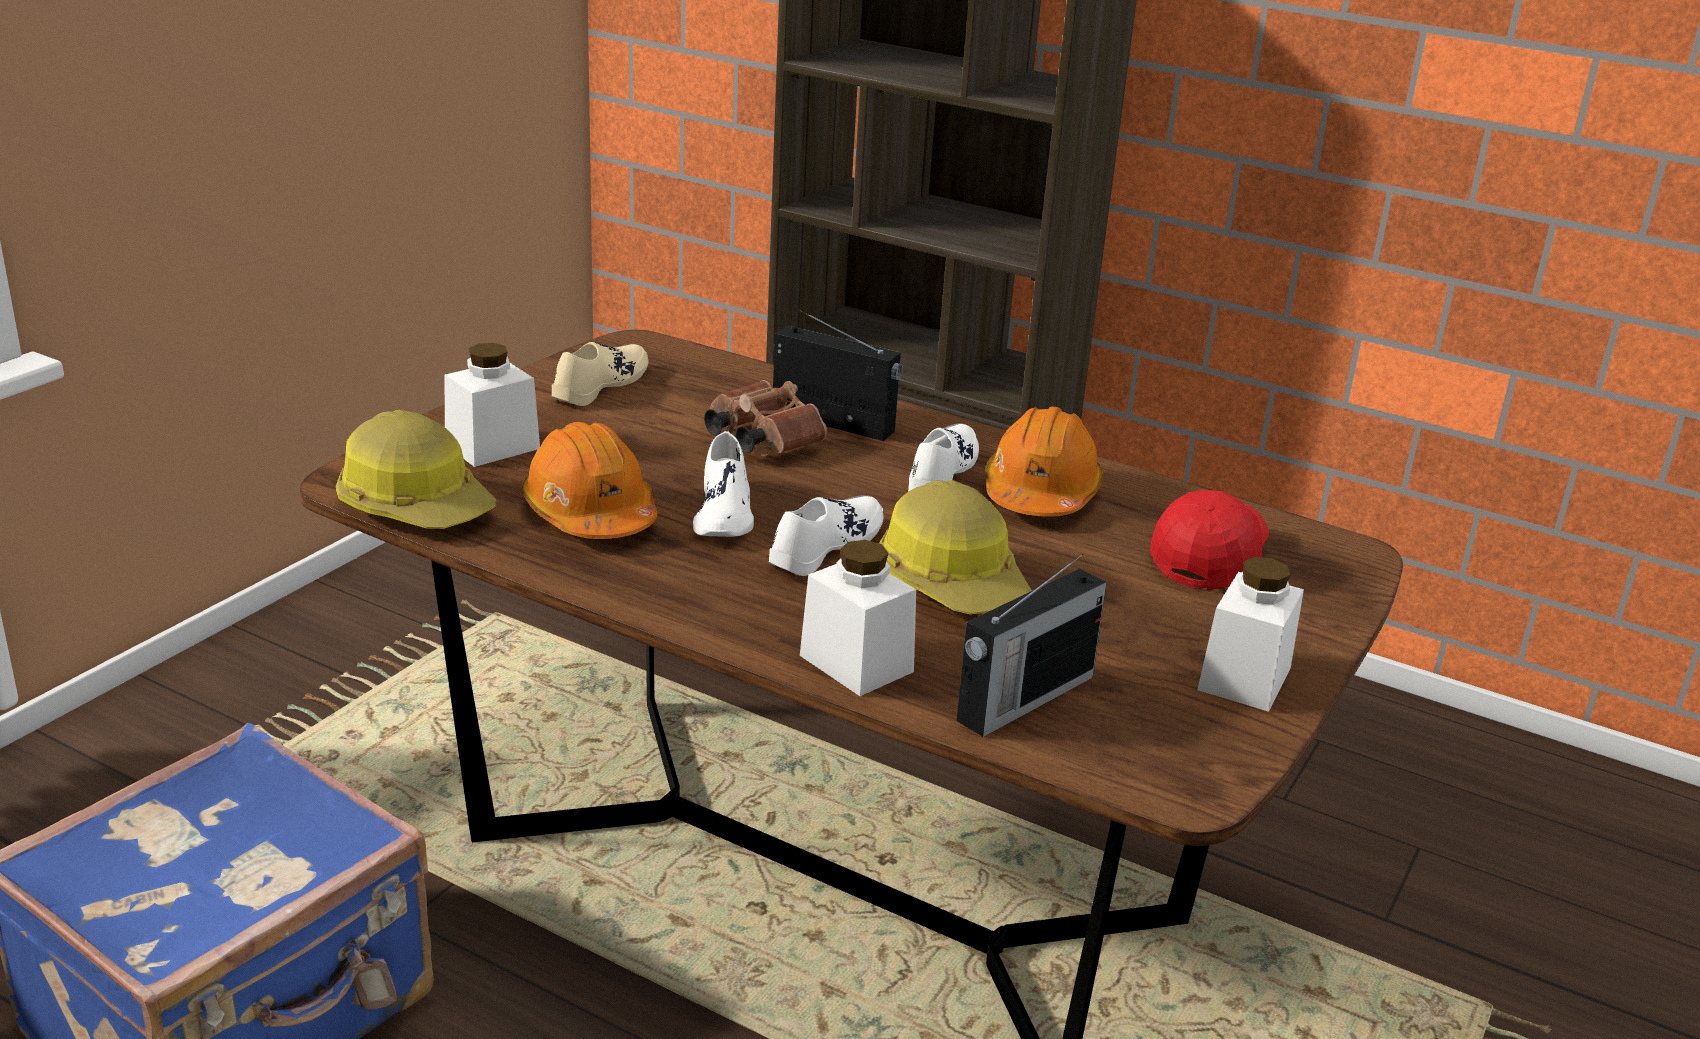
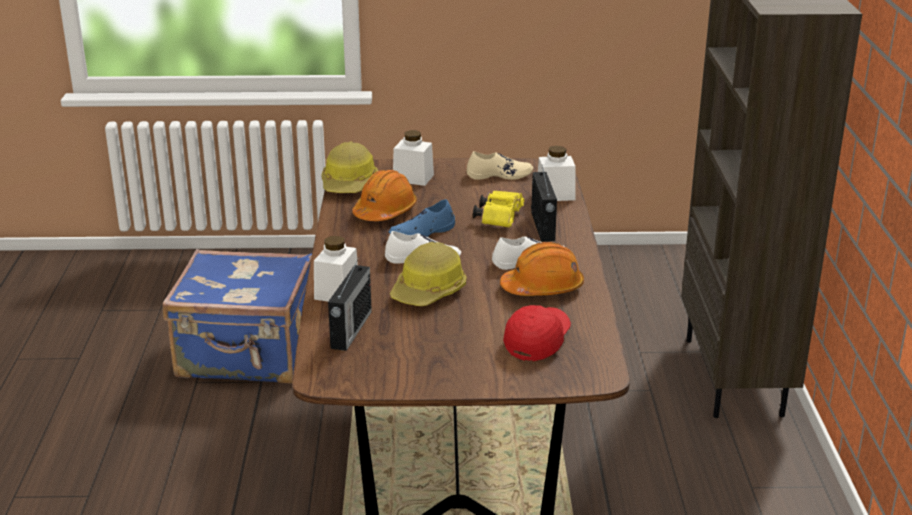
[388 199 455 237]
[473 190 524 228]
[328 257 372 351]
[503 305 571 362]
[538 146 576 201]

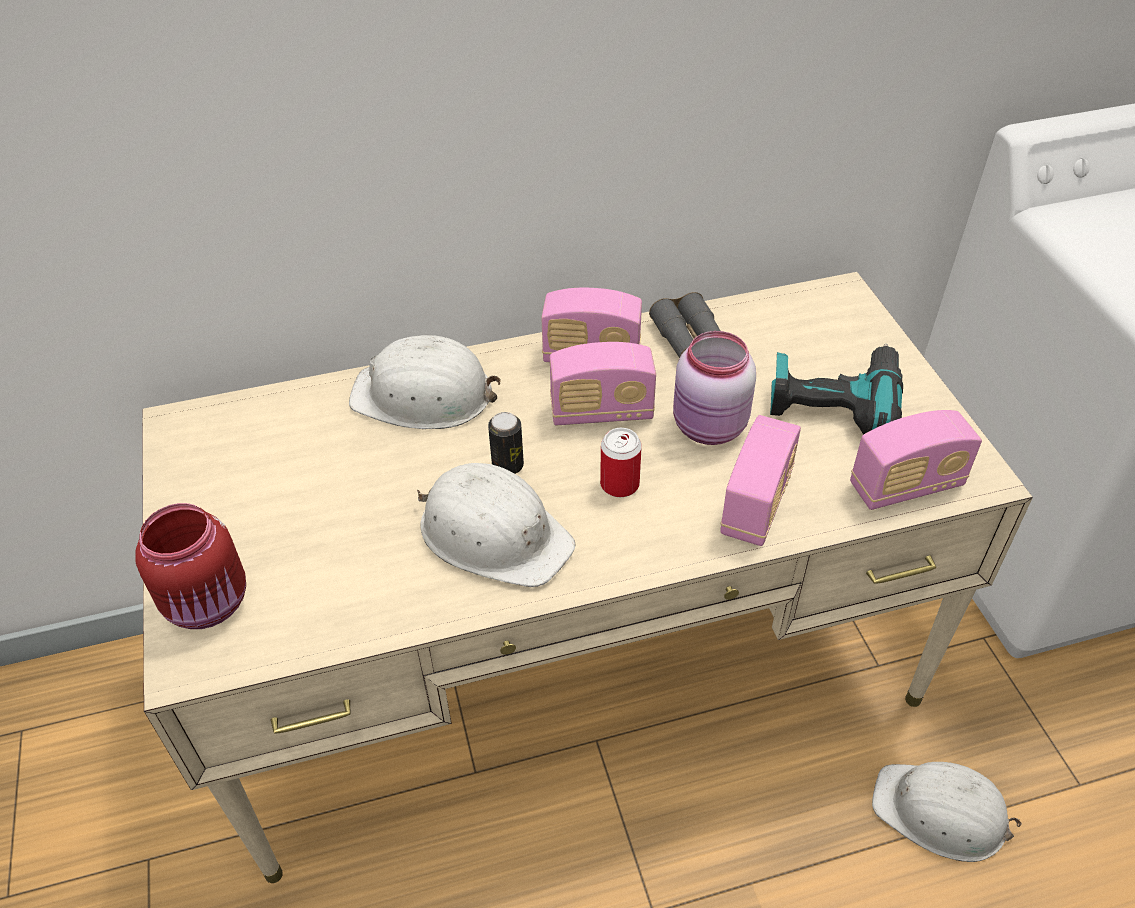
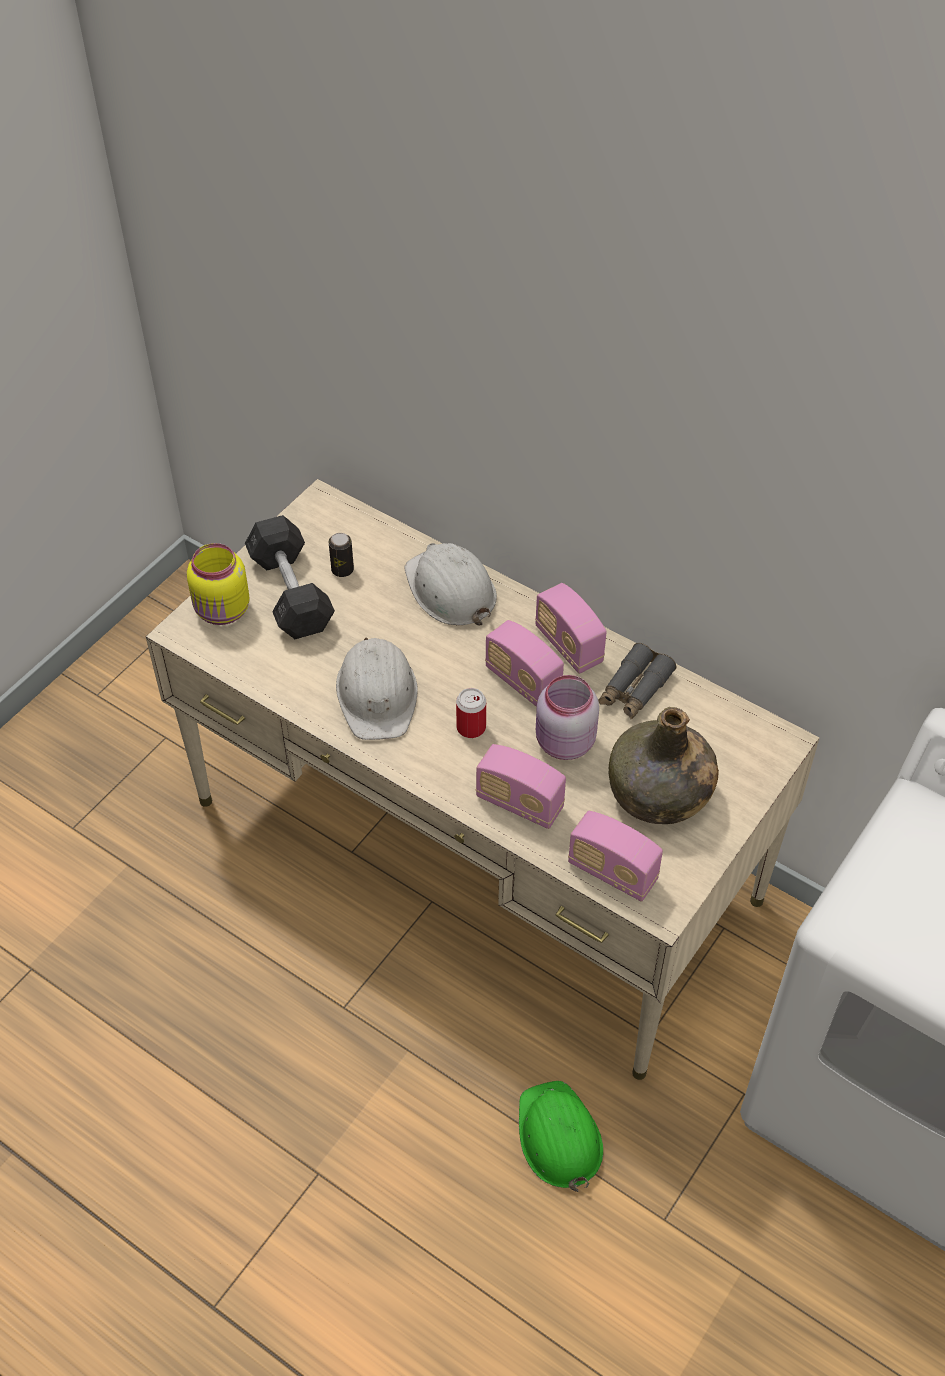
[187 543 250 625]
[329 533 354 577]
[476 744 566 829]
[609 707 719 824]
[519 1081 603 1192]
[245 515 335 639]

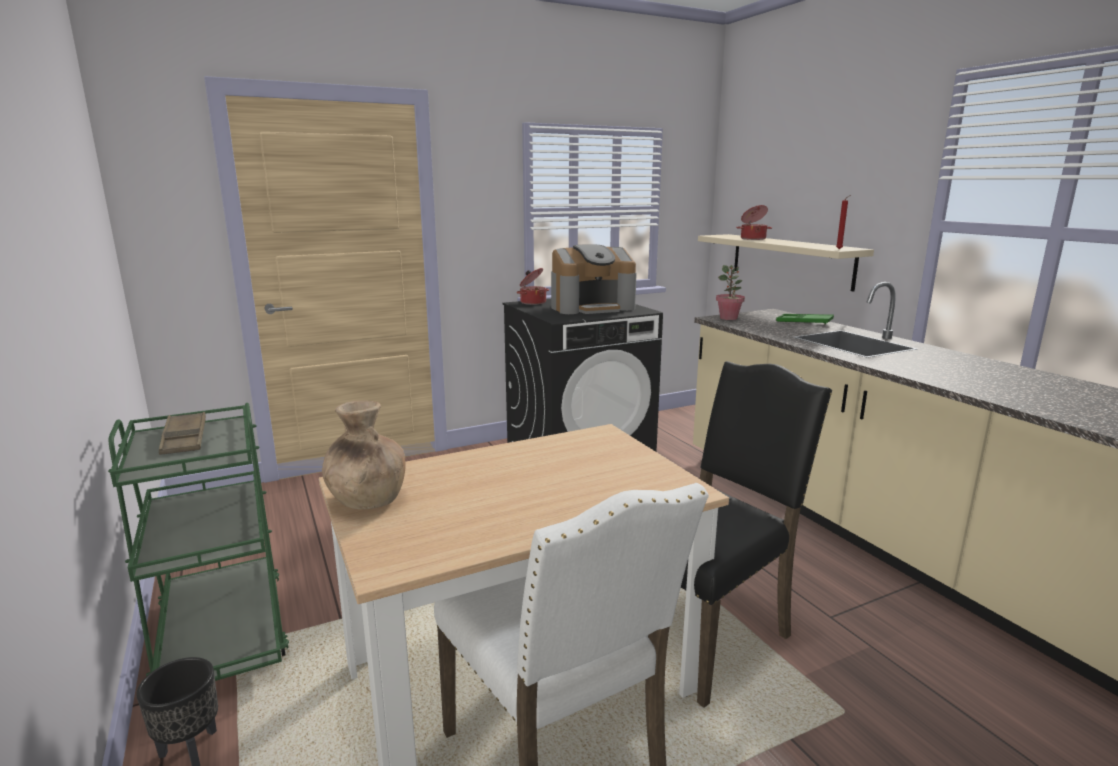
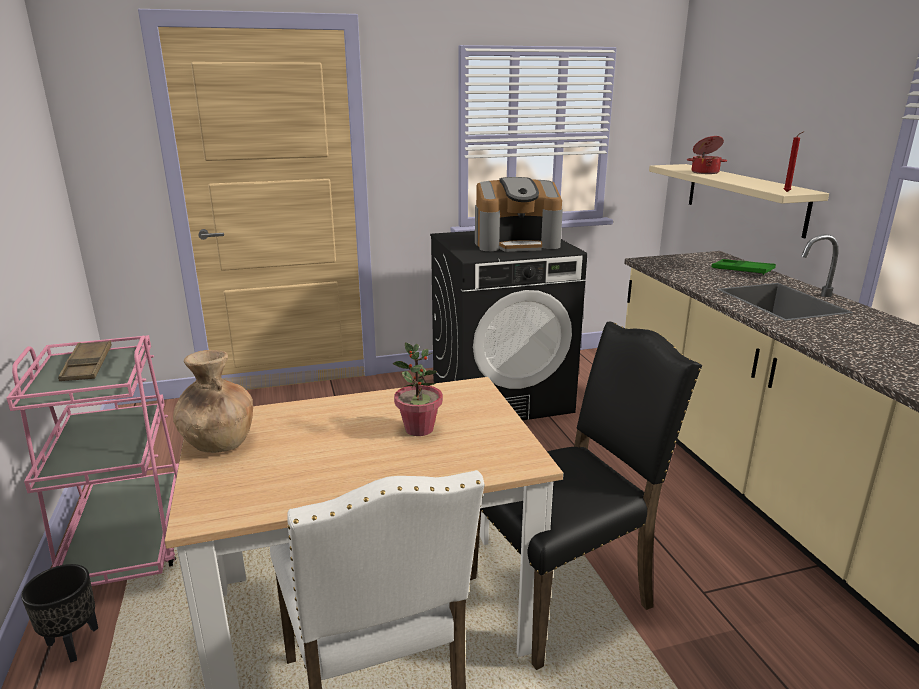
[7 335 179 586]
[517 268 549 305] (first image)
[393 342 443 436]

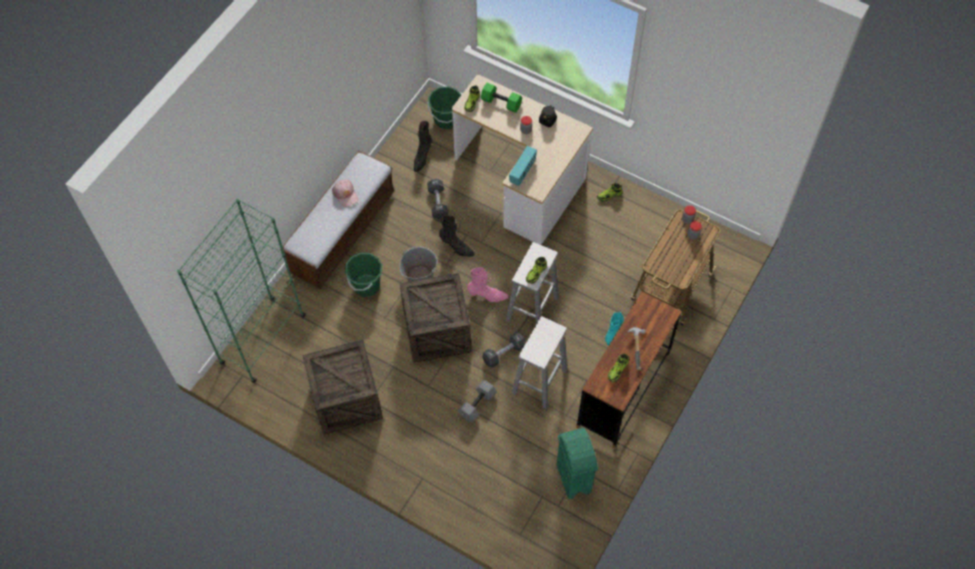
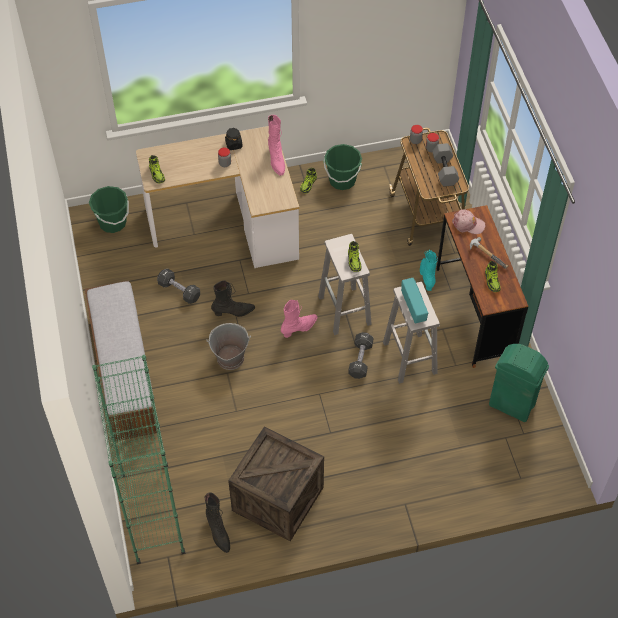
[452 209 485 234]
[323 144 362 190]
[400 273 471 363] (first image)
[205 492 230 553]
[432 143 459 187]
[481 83 522 113] (first image)
[401 278 428 323]
[268 115 285 176]

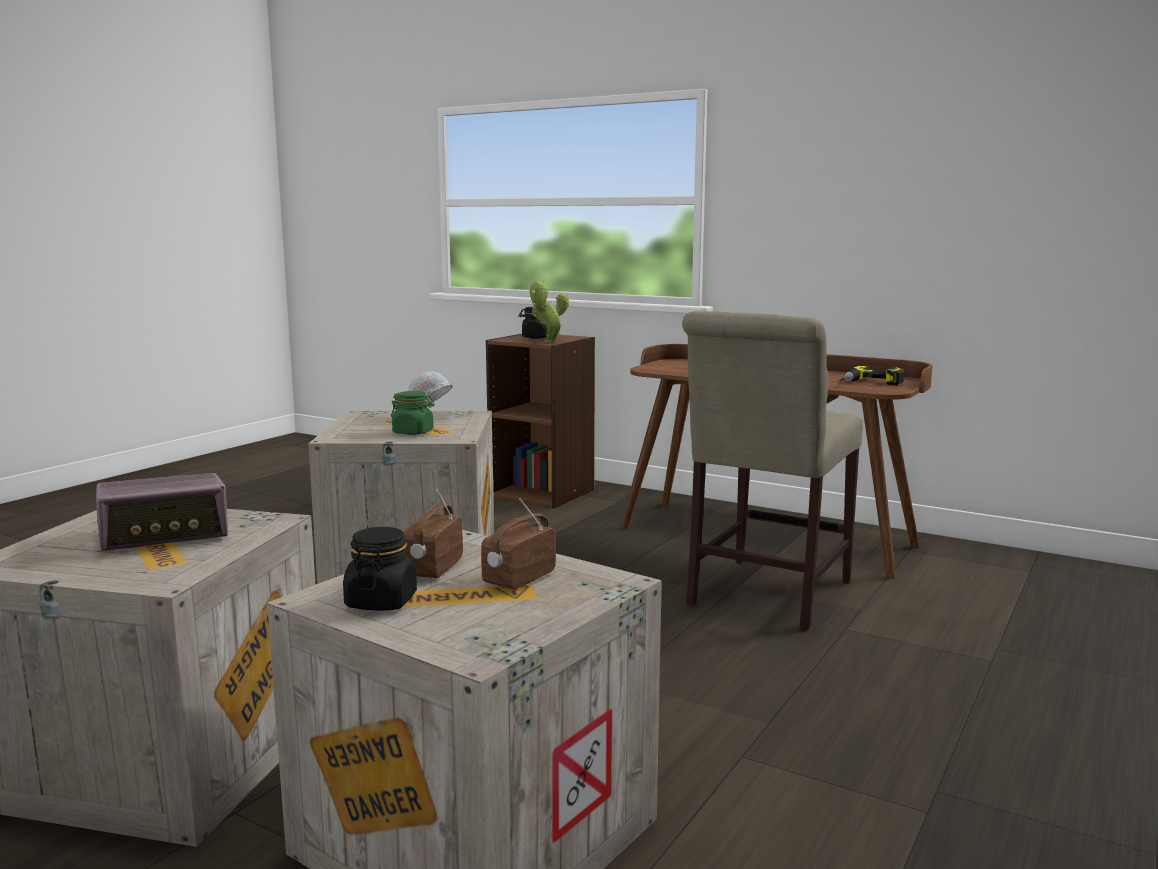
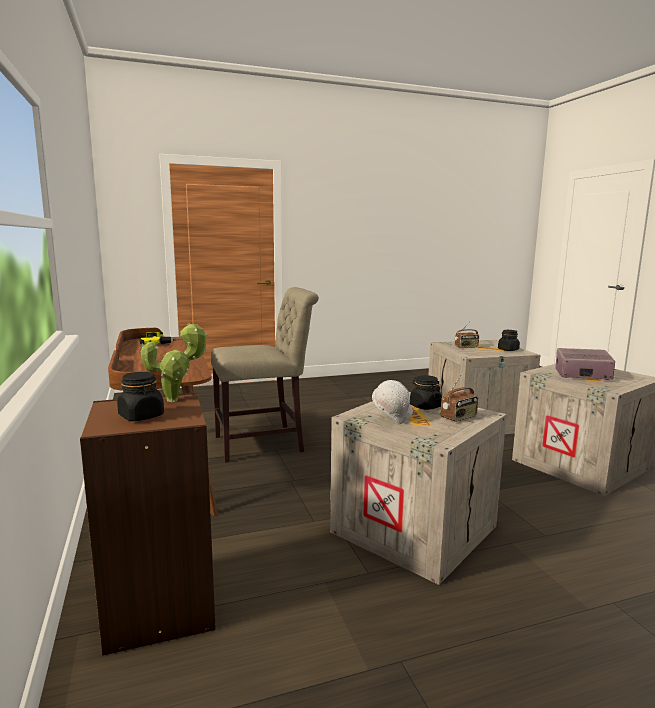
[410 375 442 410]
[441 375 478 422]

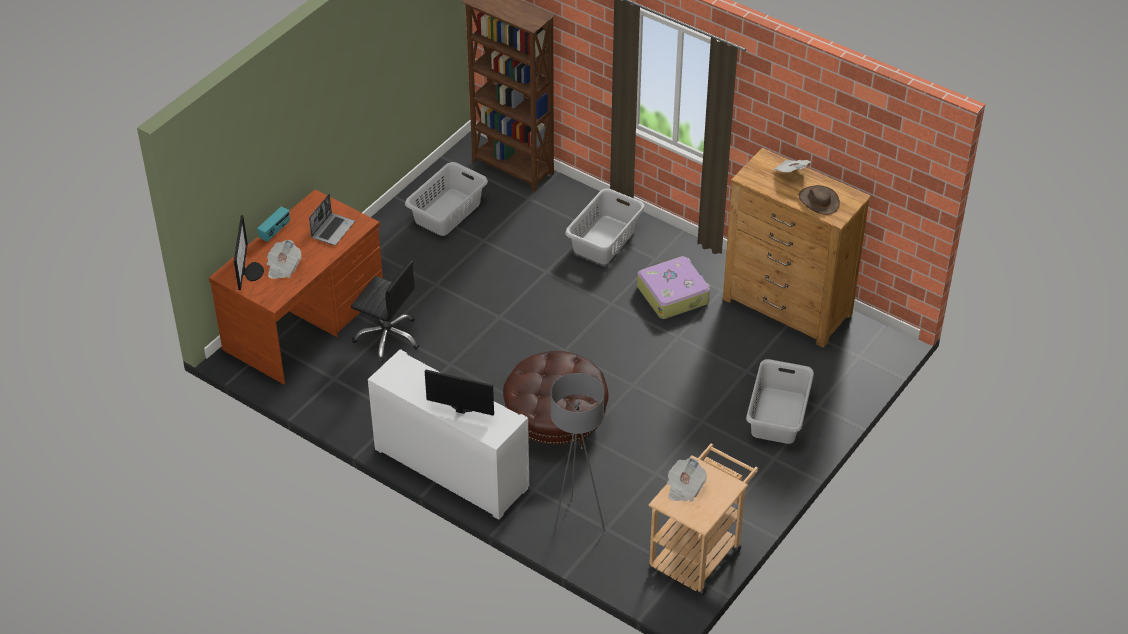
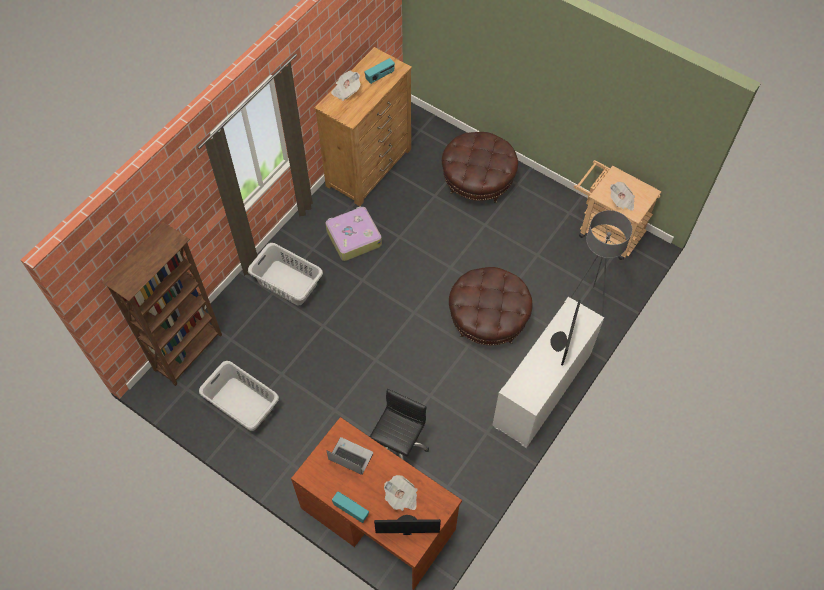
[442 132 518 203]
[364 58 395 84]

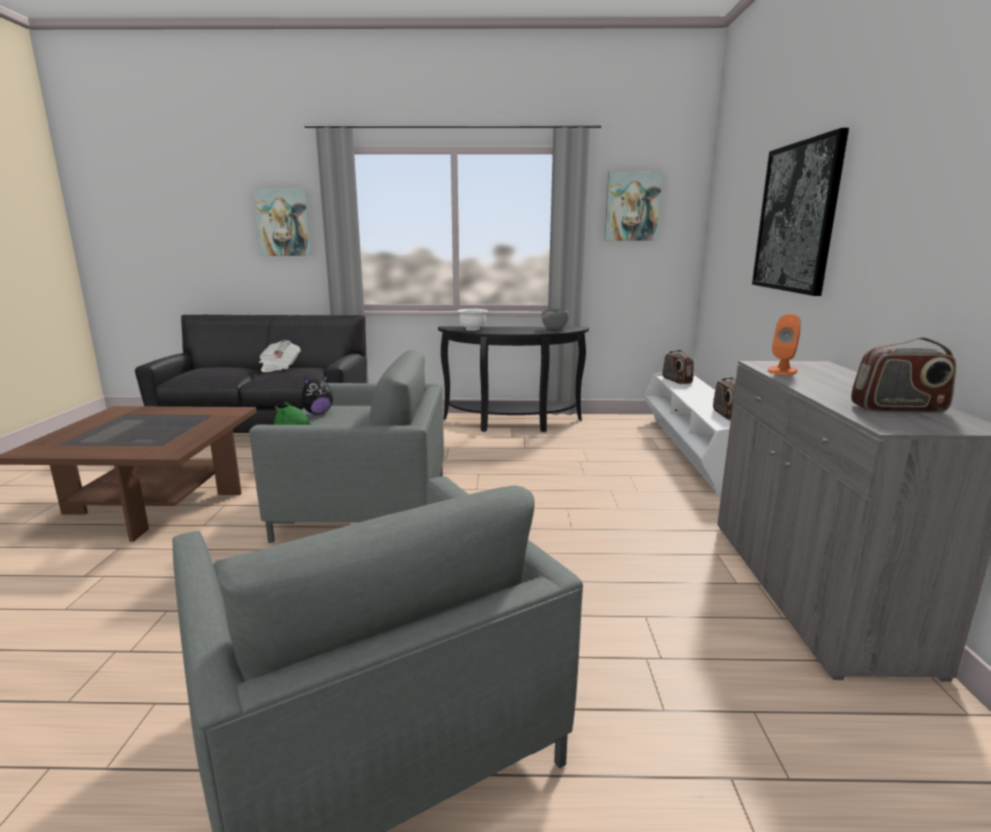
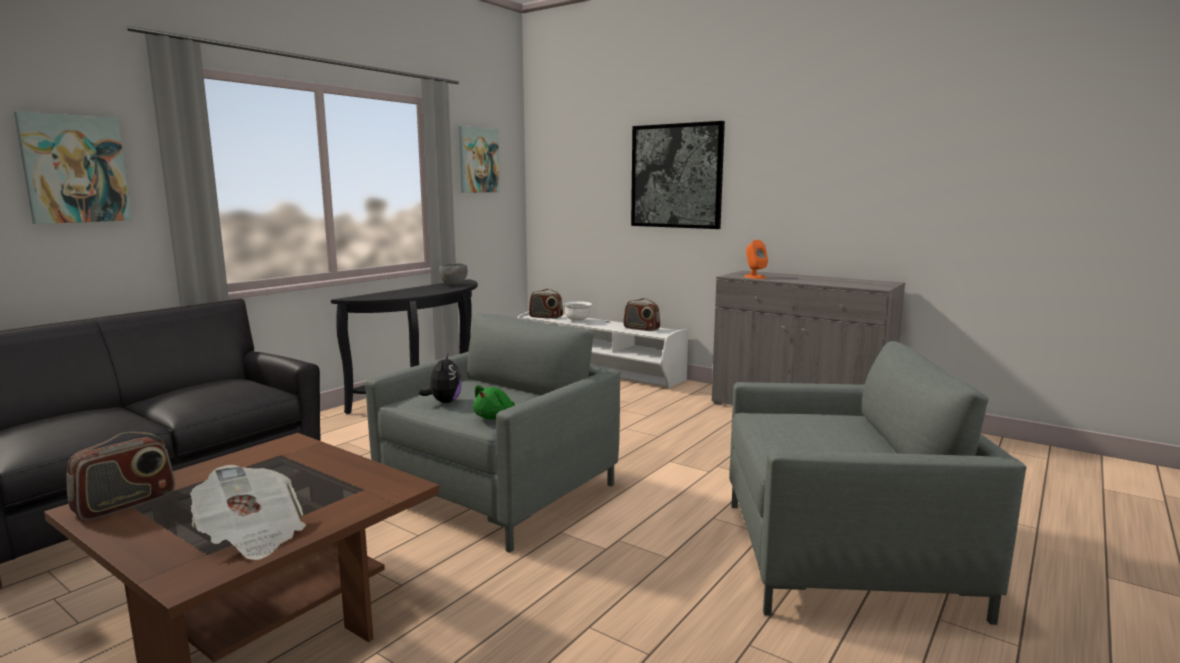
[190 465 306 560]
[564 301 592 322]
[66 432 175 520]

